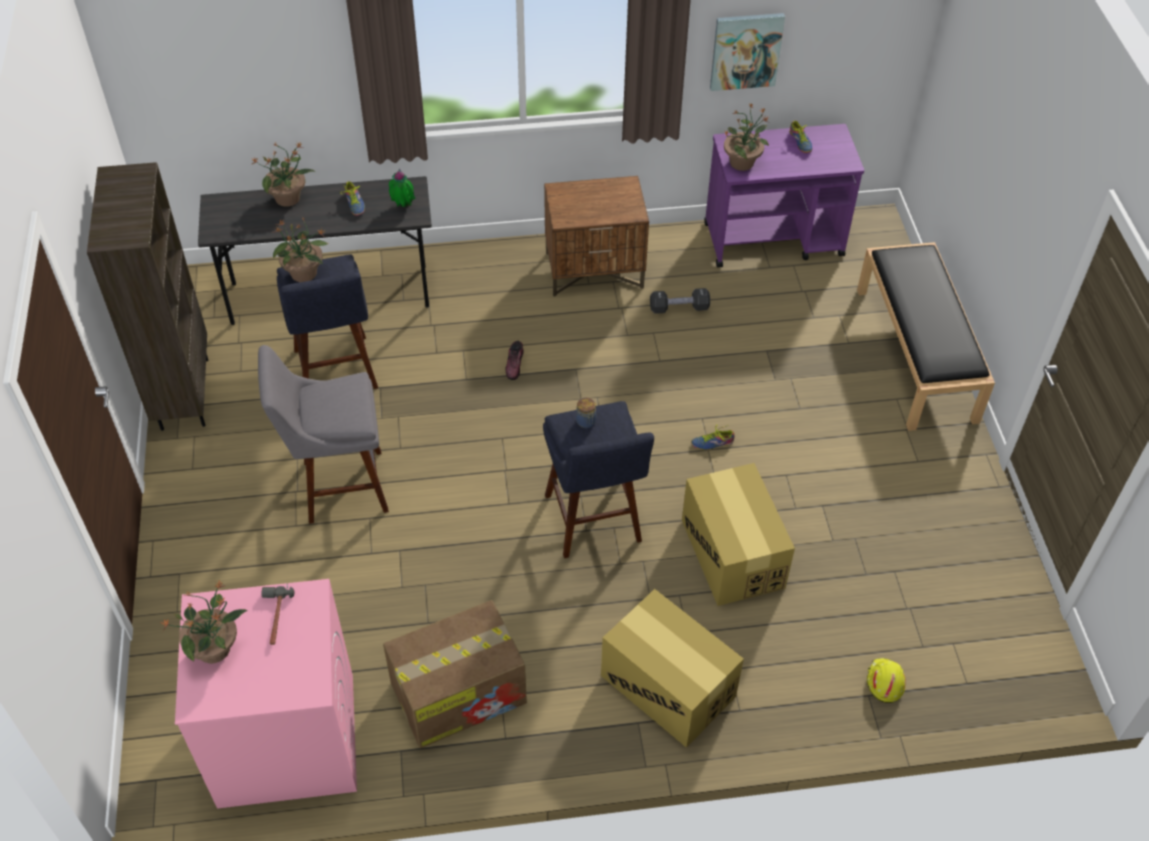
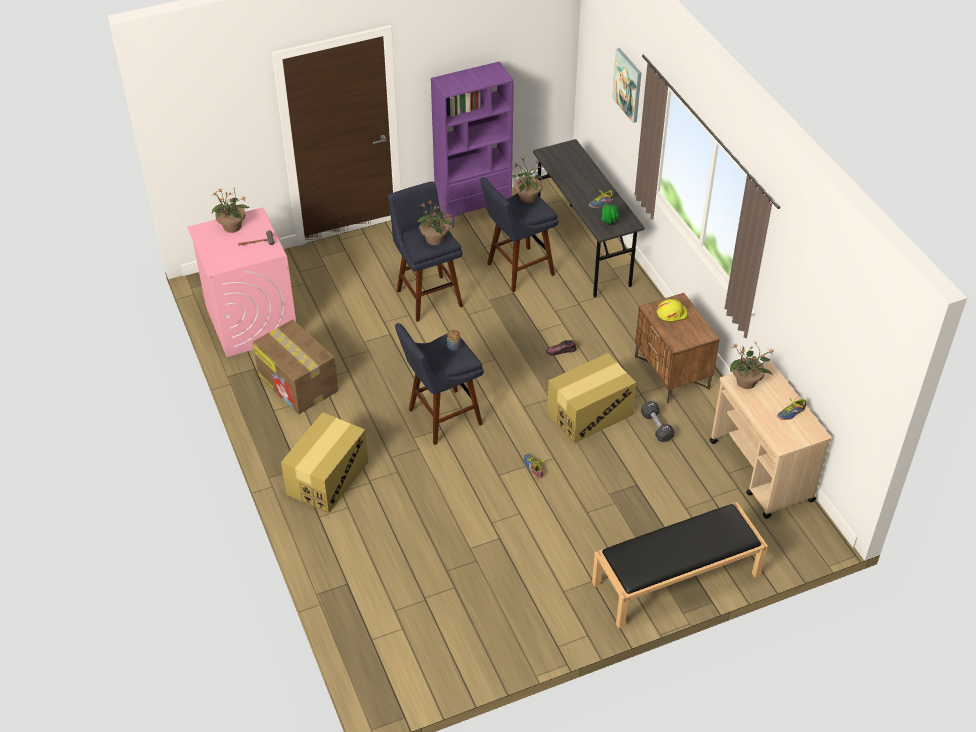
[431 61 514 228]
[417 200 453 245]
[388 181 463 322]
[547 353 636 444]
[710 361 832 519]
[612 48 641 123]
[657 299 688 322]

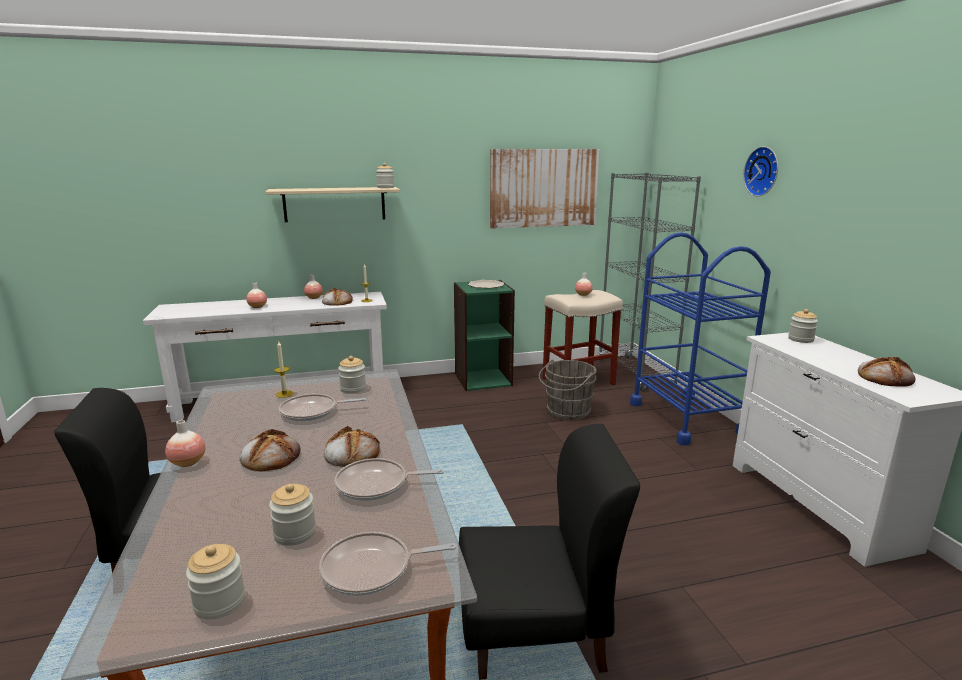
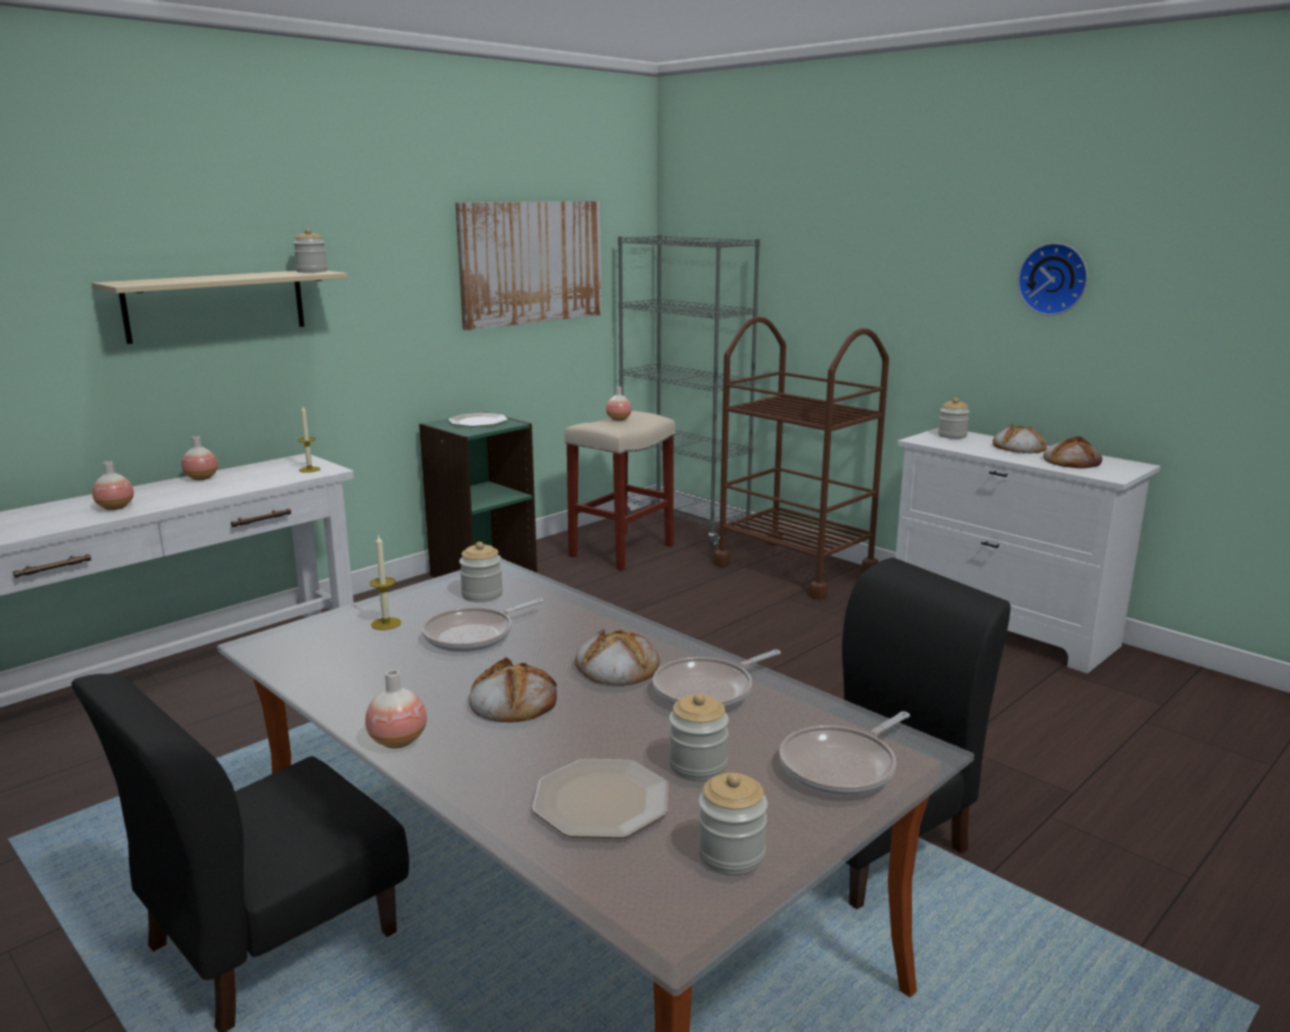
[993 424 1047 454]
[539 359 597 420] (first image)
[713 317 889 600]
[1017 243 1088 316]
[532 759 668 838]

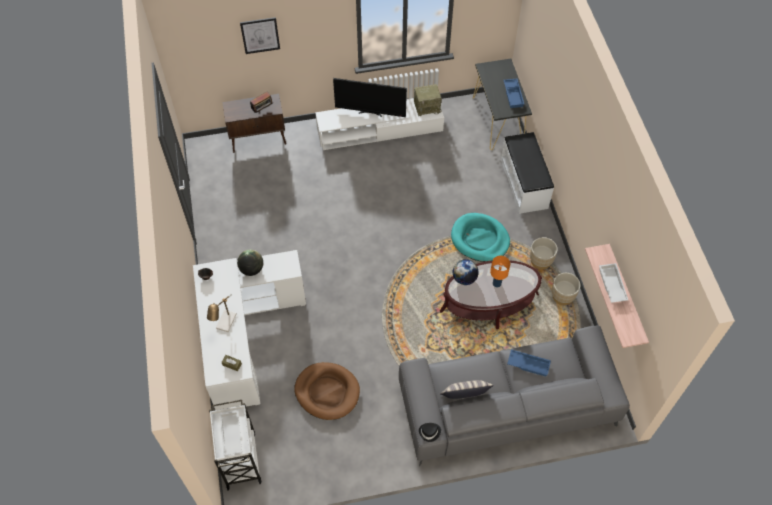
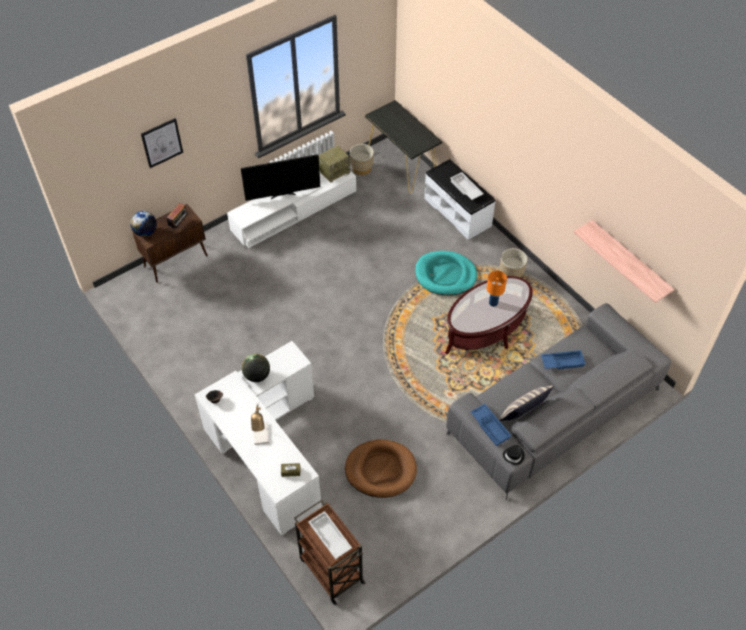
[294 500 366 605]
[130 211 157 237]
[471 404 512 446]
[350 144 374 175]
[450 172 484 200]

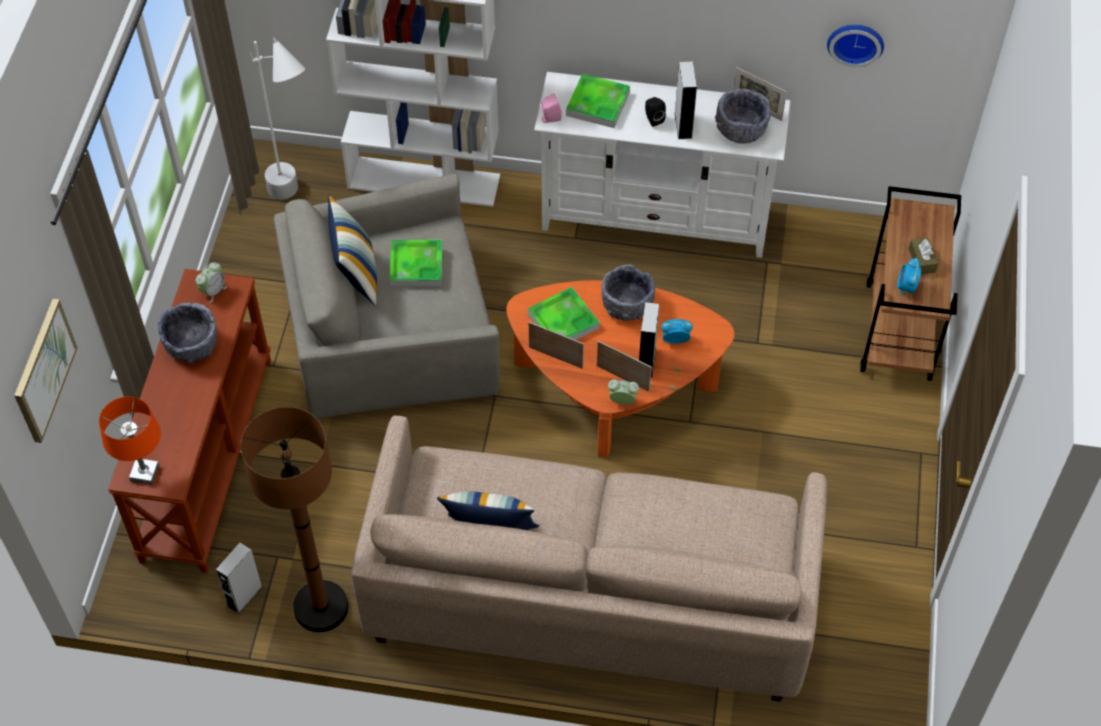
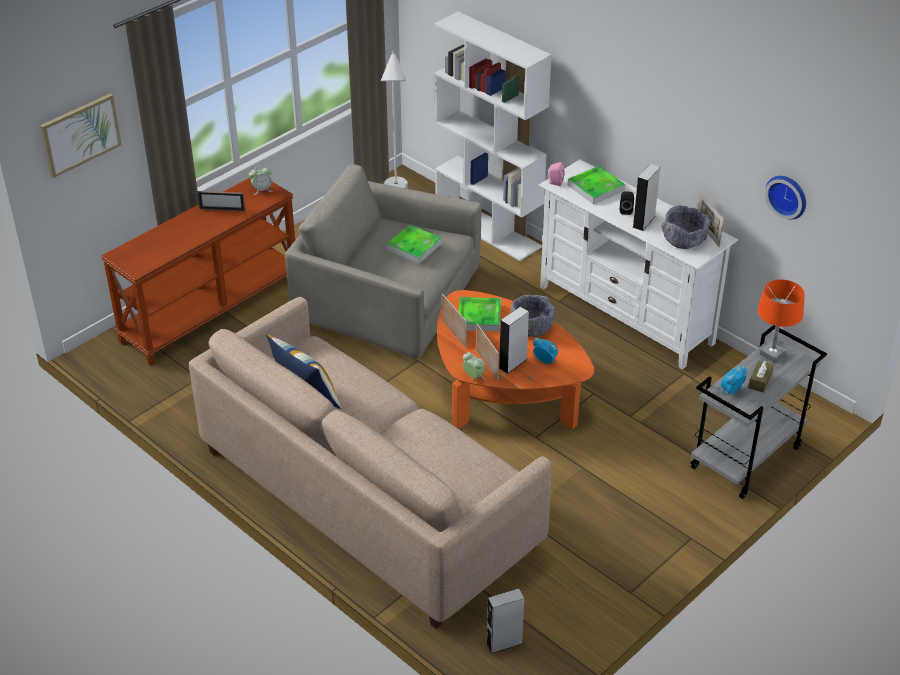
[757 279 805 363]
[197 191 245 212]
[486 588 524 654]
[240 407 348 632] (first image)
[328 195 377 305] (first image)
[690 325 827 499]

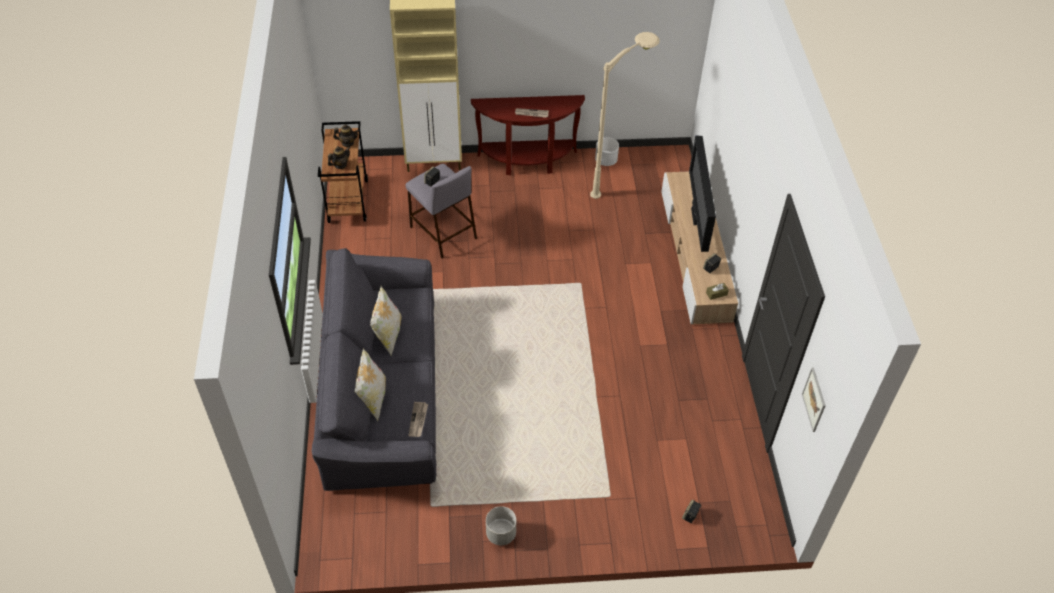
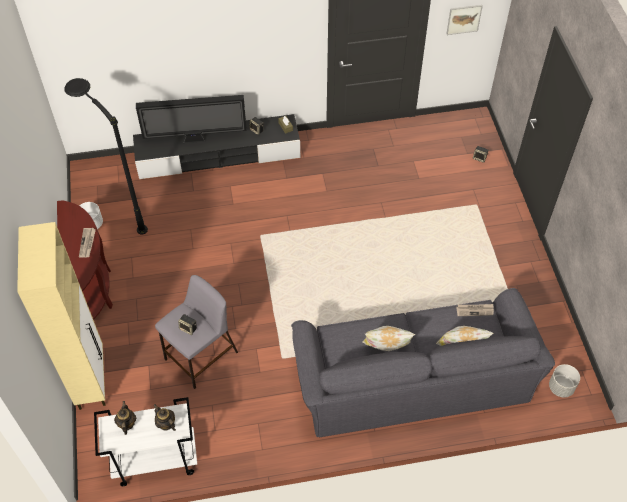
[94 397 197 486]
[549 364 580 397]
[64 78 148 235]
[133 114 300 179]

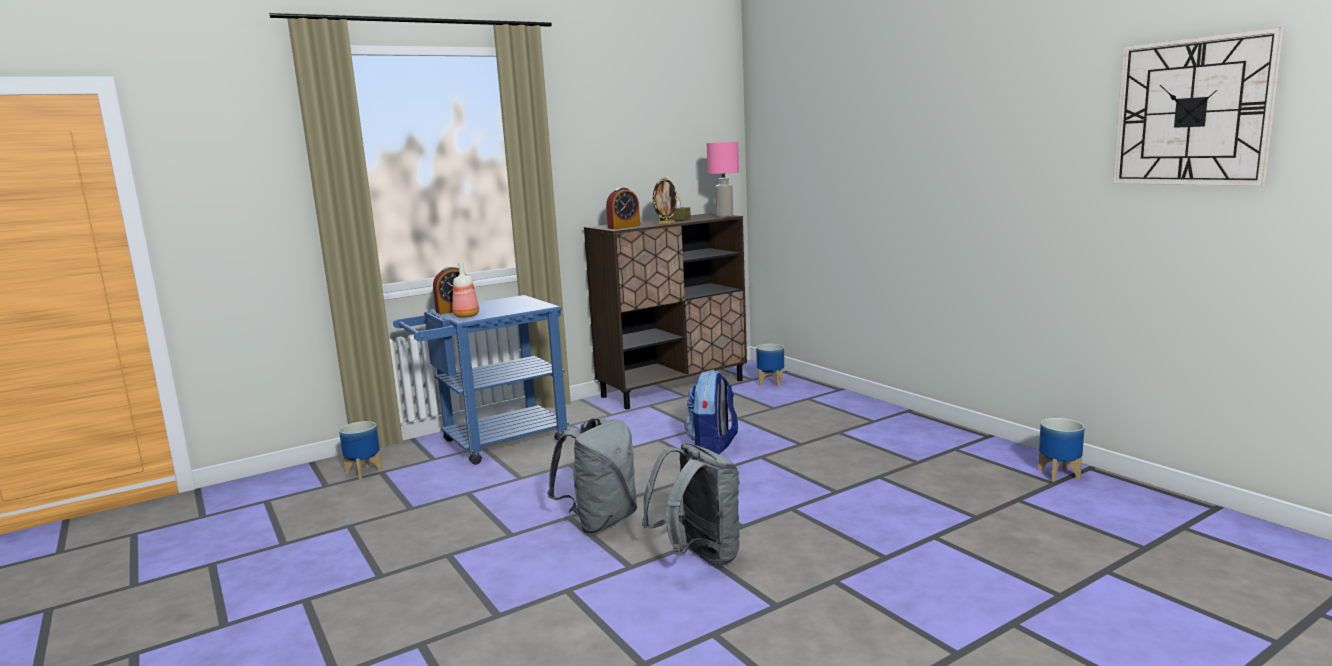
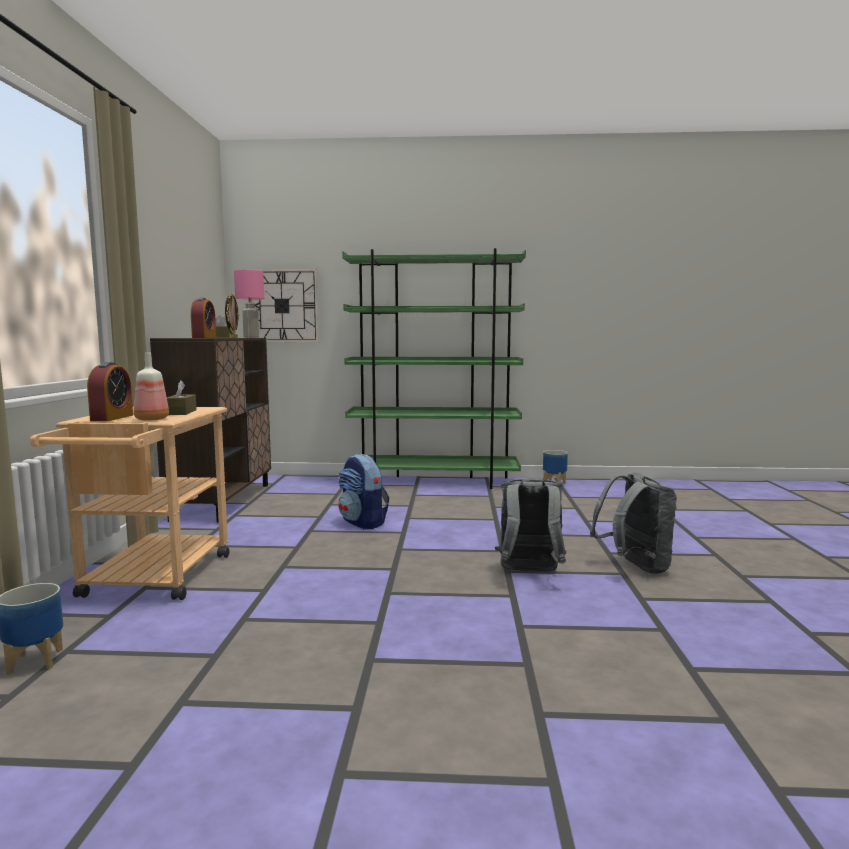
[30 407 229 600]
[590 472 677 574]
[756 344 784 387] (first image)
[244 268 319 343]
[167 381 197 415]
[342 248 526 489]

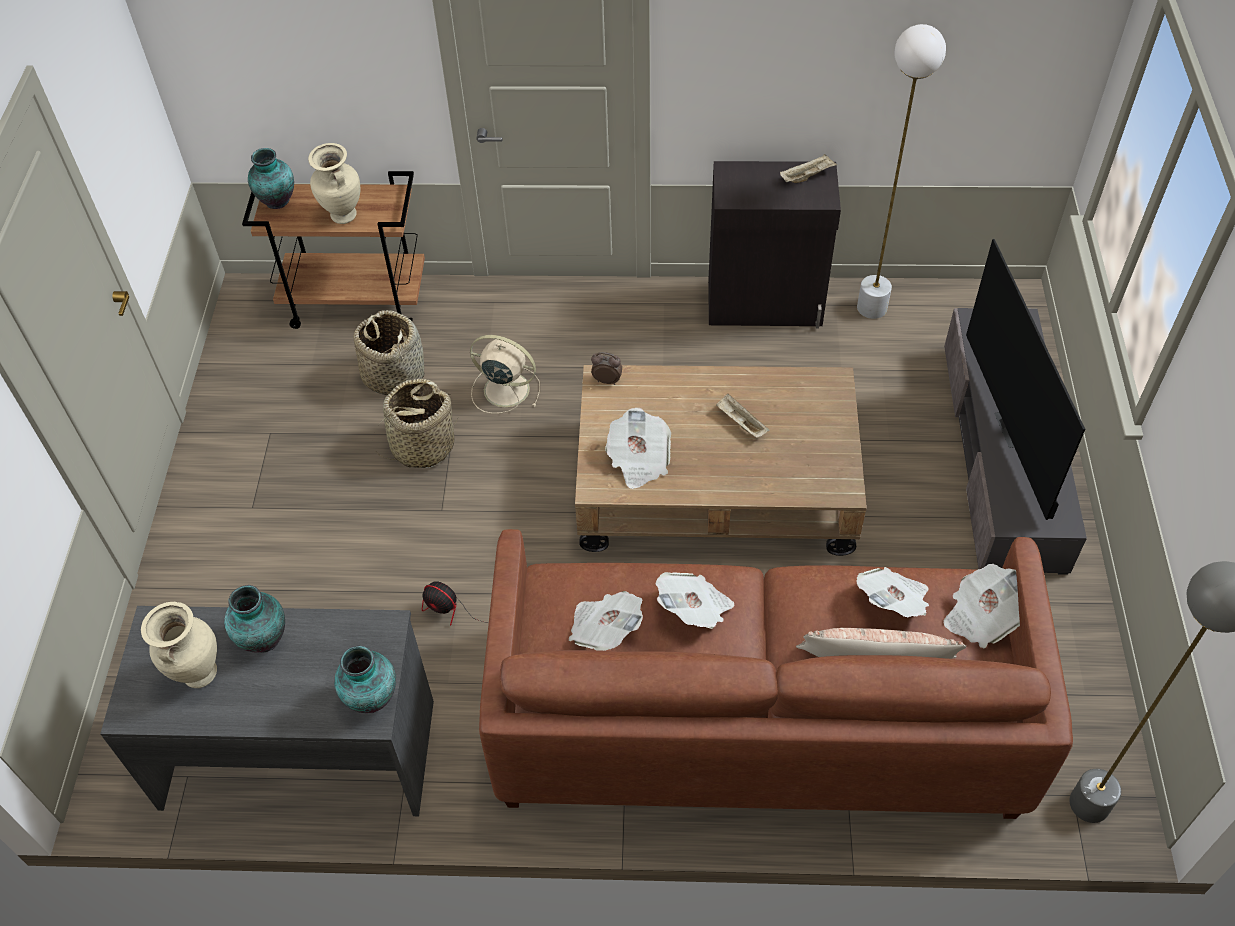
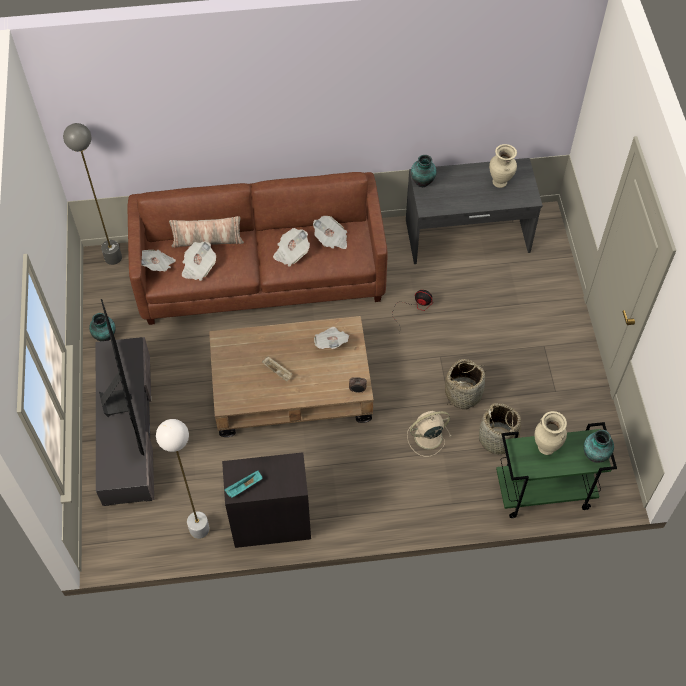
[89 313 116 341]
[496 422 617 518]
[407 411 451 457]
[225 470 262 498]

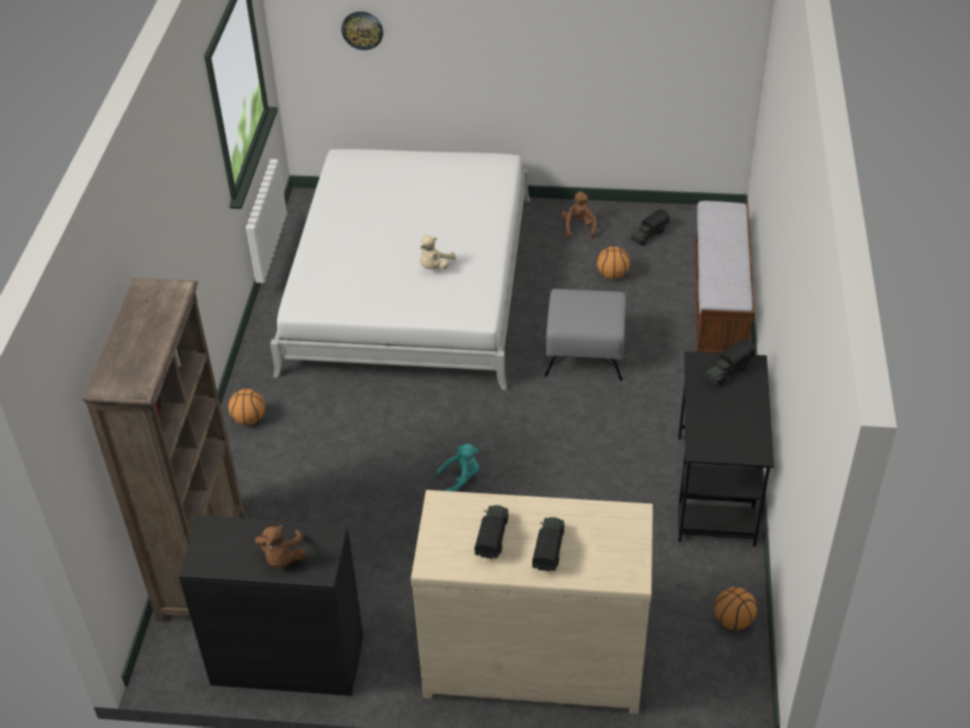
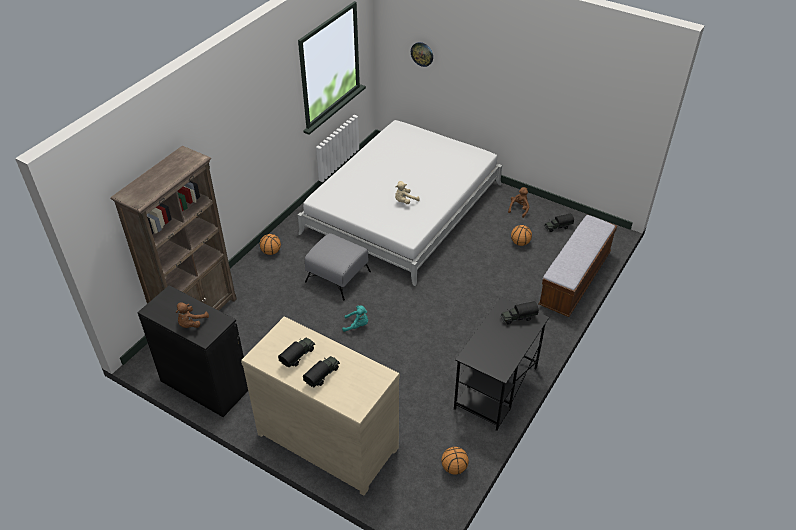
[305 233 371 301]

